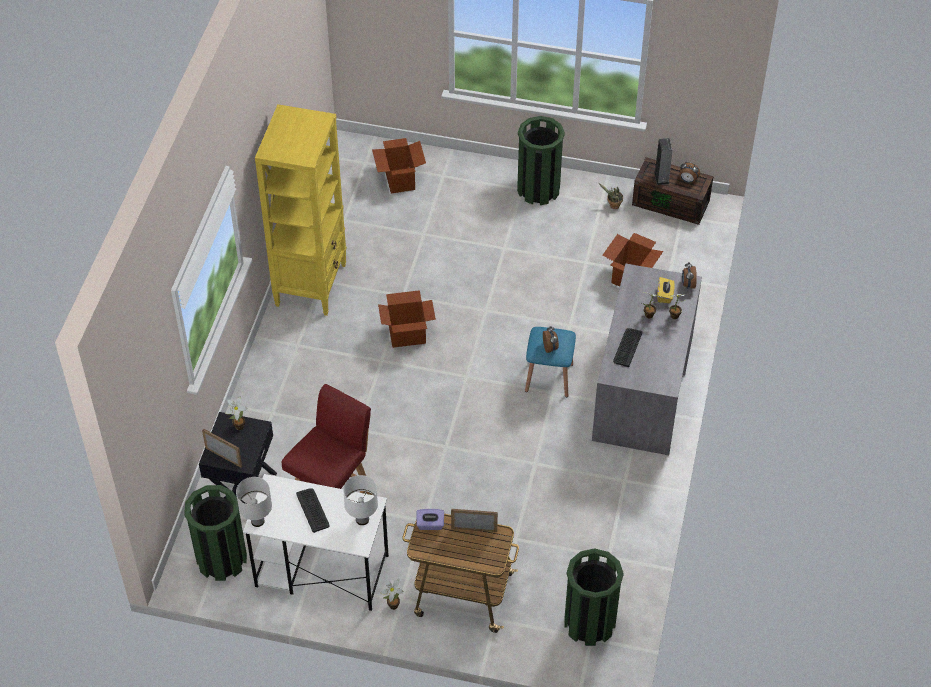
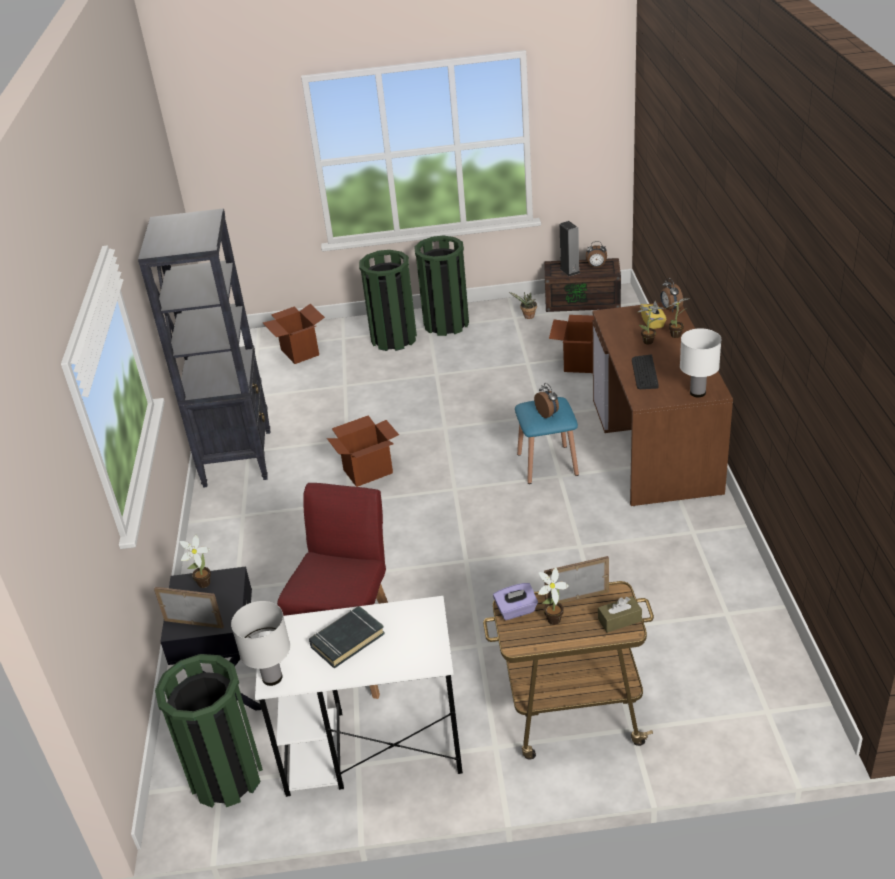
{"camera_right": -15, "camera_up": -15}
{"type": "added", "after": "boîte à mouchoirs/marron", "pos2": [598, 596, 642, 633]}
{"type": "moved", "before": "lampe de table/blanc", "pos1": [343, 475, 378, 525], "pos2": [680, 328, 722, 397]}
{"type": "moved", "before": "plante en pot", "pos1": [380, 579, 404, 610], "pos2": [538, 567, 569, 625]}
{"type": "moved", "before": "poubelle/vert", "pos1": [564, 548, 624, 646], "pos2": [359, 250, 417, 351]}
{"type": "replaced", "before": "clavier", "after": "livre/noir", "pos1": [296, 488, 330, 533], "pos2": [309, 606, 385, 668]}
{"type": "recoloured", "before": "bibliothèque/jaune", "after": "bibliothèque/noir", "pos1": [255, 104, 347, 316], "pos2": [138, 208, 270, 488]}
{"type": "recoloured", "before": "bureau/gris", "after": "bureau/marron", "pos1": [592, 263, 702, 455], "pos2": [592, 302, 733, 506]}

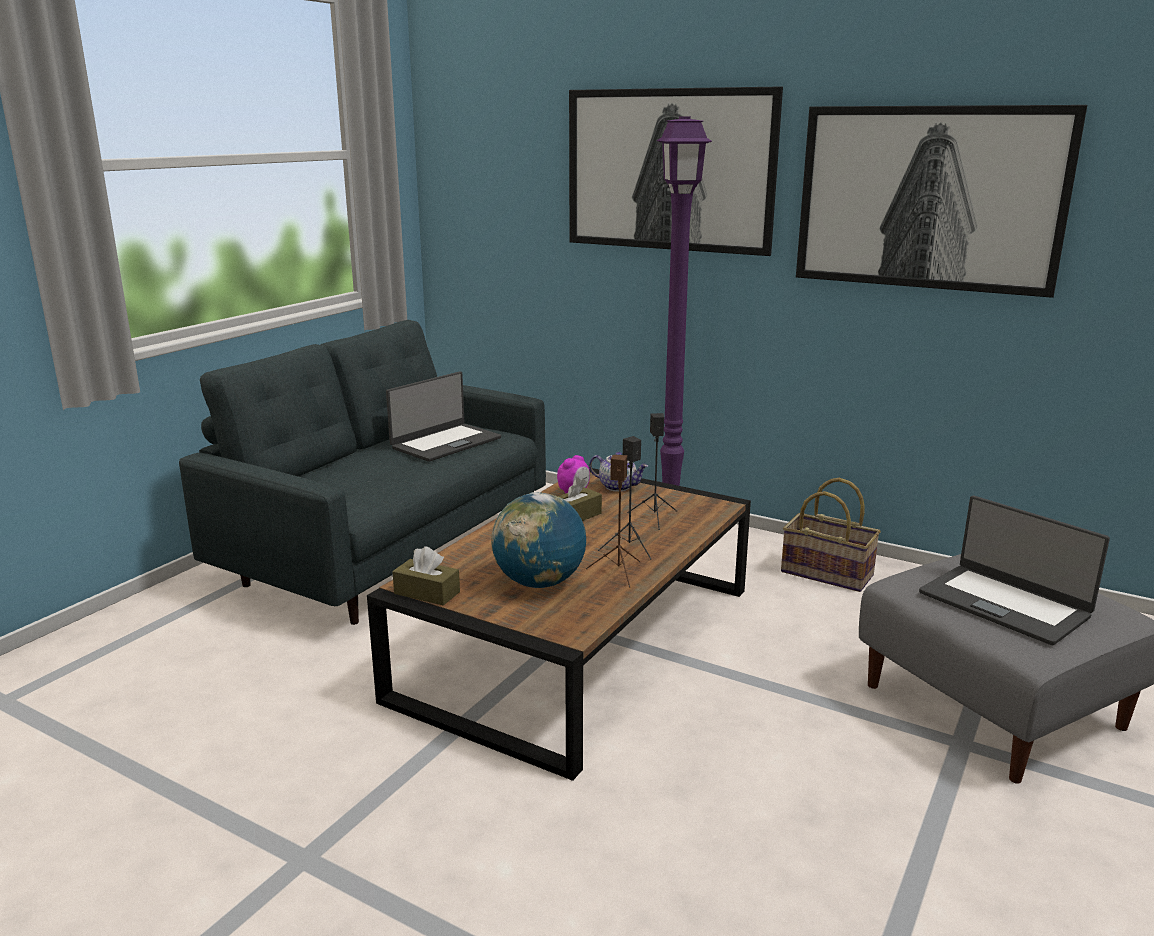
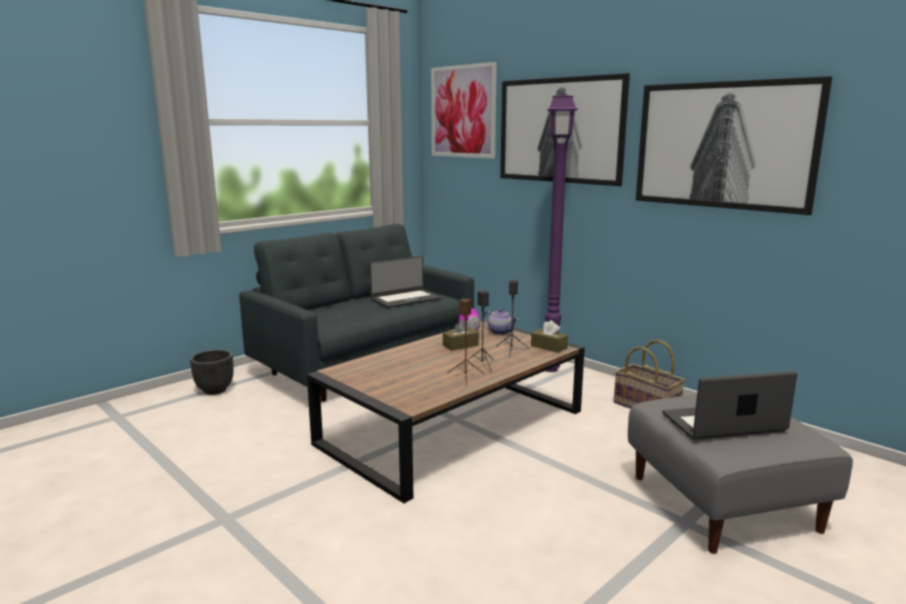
{"camera_right": 15, "camera_up": -5}
{"type": "removed", "before": "globe", "pos1": [491, 492, 586, 588]}
{"type": "added", "after": "cache-pot/noir", "pos2": [190, 350, 234, 395]}
{"type": "added", "after": "tableau", "pos2": [431, 62, 497, 159]}
{"type": "moved", "before": "boîte à mouchoirs/marron", "pos1": [392, 546, 460, 606], "pos2": [531, 320, 568, 353]}
{"type": "turned", "before": "ordinateur portable", "pos1": [919, 496, 1110, 645], "pos2": [663, 371, 797, 439], "turn": 105}

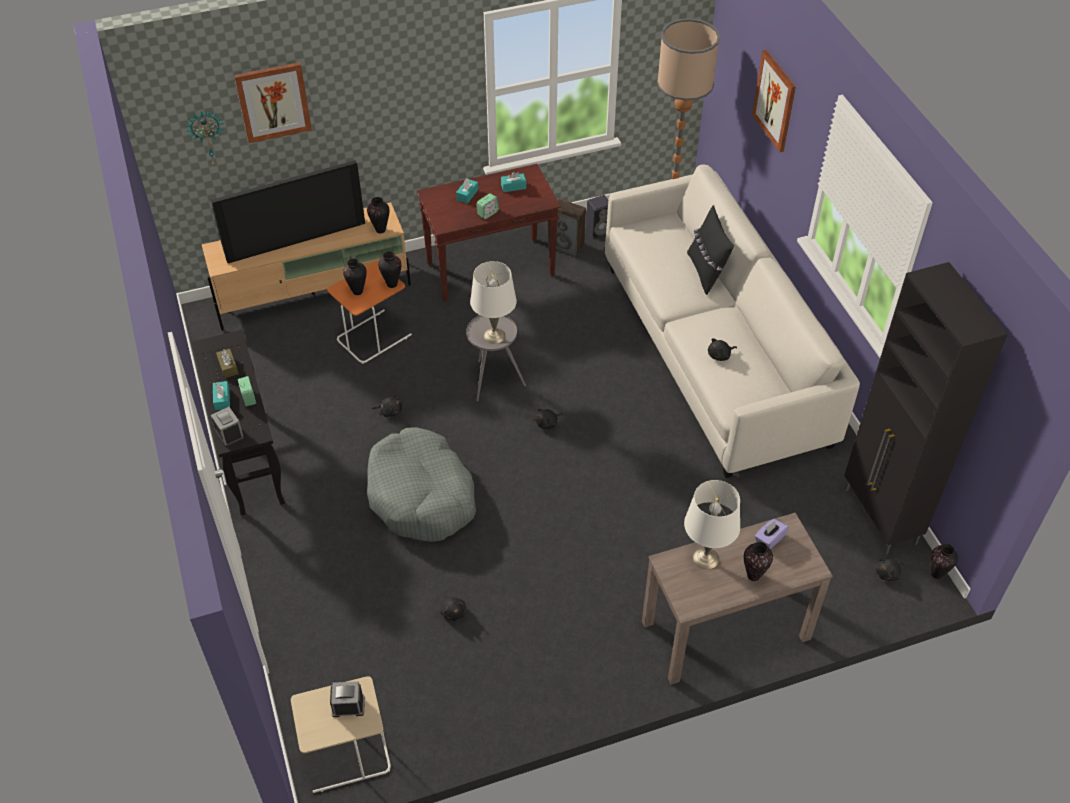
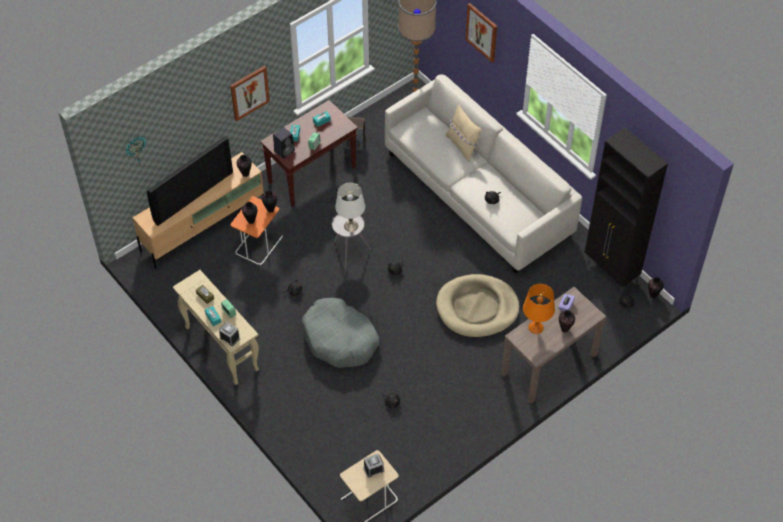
{"camera_right": -20, "camera_up": 5}
{"type": "added", "after": "panier pour chien/beige", "pos2": [436, 274, 519, 337]}
{"type": "moved", "before": "tableau", "pos1": [234, 62, 312, 143], "pos2": [230, 66, 270, 121]}
{"type": "moved", "before": "enceinte/noir", "pos1": [586, 195, 608, 238], "pos2": [273, 127, 295, 159]}
{"type": "recoloured", "before": "table console/noir", "after": "table console/beige", "pos1": [192, 330, 285, 515], "pos2": [173, 270, 259, 385]}
{"type": "recoloured", "before": "lampe de table/blanc", "after": "lampe de table/orange", "pos1": [684, 480, 740, 570], "pos2": [523, 284, 555, 334]}
{"type": "recoloured", "before": "coussin/noir", "after": "coussin/beige", "pos1": [687, 205, 734, 295], "pos2": [445, 104, 482, 162]}

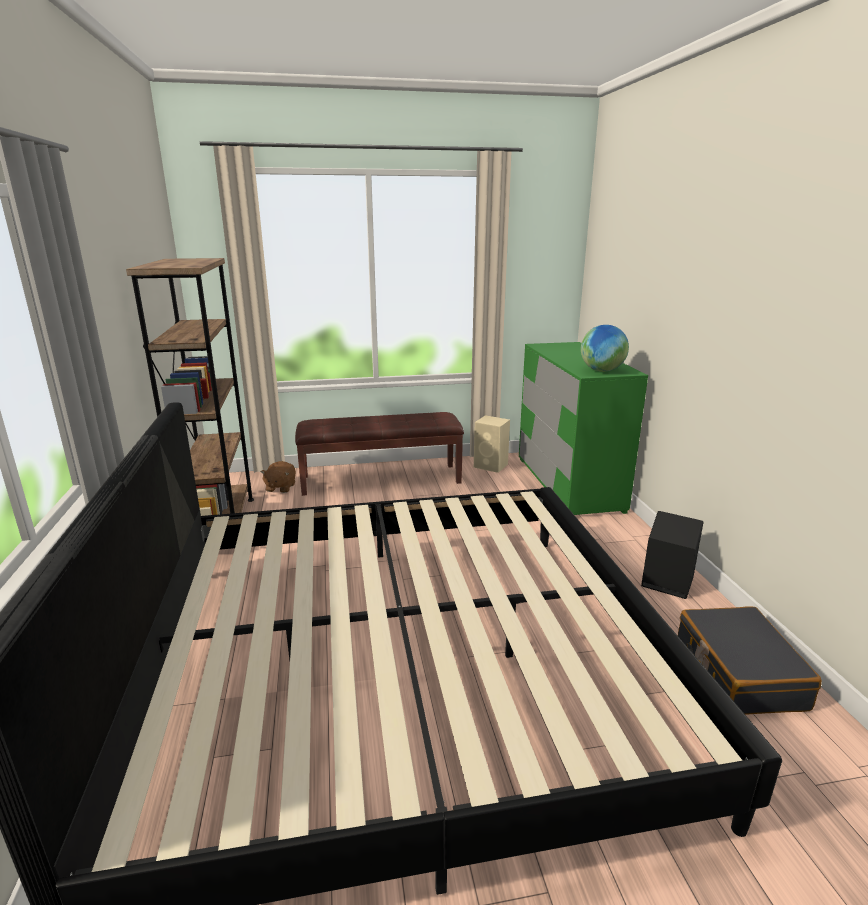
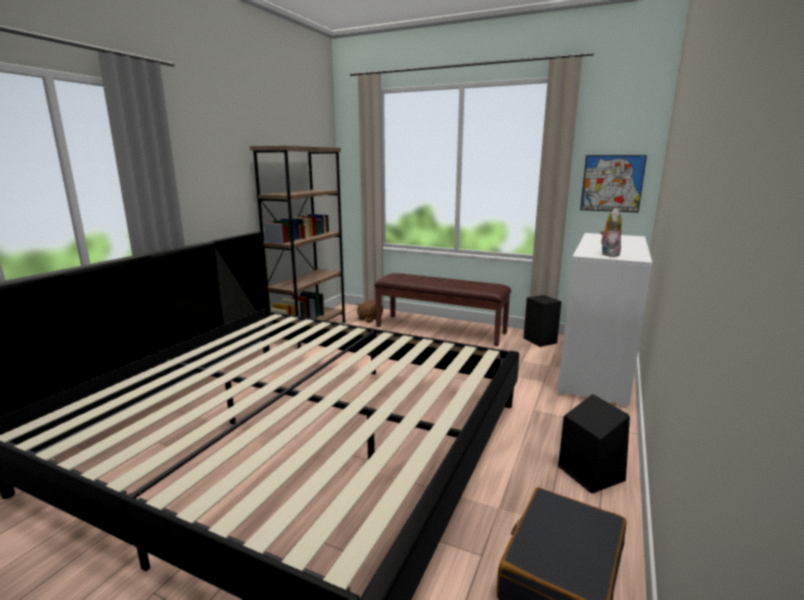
{"camera_right": 35, "camera_up": -5}
{"type": "added", "after": "tableau", "pos2": [580, 155, 647, 213]}
{"type": "replaced", "before": "globe", "after": "peluche", "pos1": [581, 325, 629, 372], "pos2": [600, 208, 622, 257]}
{"type": "recoloured", "before": "enceinte/beige", "after": "enceinte/noir", "pos1": [474, 415, 510, 473], "pos2": [523, 295, 562, 347]}
{"type": "recoloured", "before": "commode/vert", "after": "commode/blanc", "pos1": [519, 342, 648, 515], "pos2": [558, 233, 652, 408]}

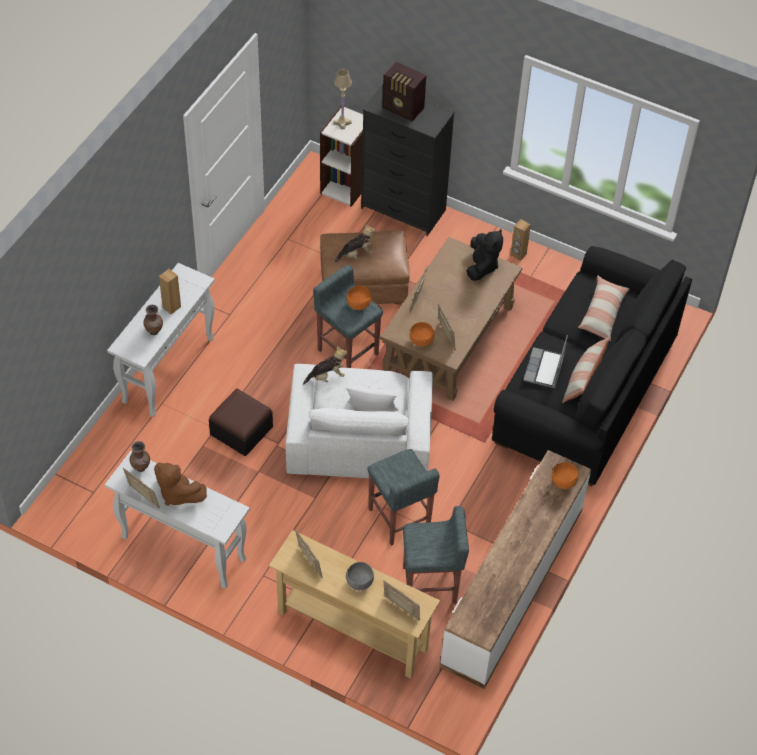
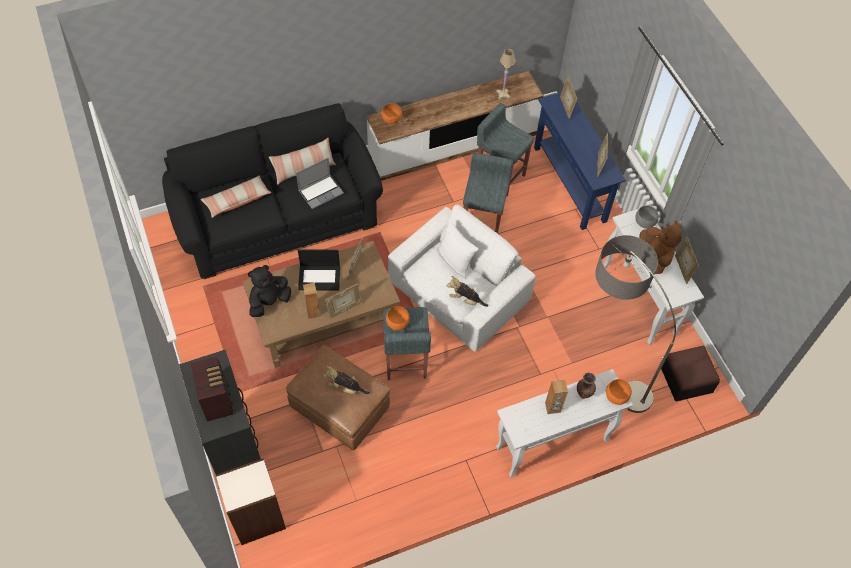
{"camera_right": -140, "camera_up": 5}
{"type": "removed", "before": "vase/marron", "pos1": [129, 441, 150, 472]}
{"type": "added", "after": "ordinateur portable", "pos2": [298, 249, 340, 290]}
{"type": "added", "after": "lampadaire", "pos2": [595, 235, 676, 413]}
{"type": "moved", "before": "pouf", "pos1": [209, 389, 273, 456], "pos2": [661, 346, 720, 402]}
{"type": "moved", "before": "lampe de table/beige", "pos1": [333, 69, 352, 129], "pos2": [496, 49, 515, 100]}
{"type": "moved", "before": "bol/gris", "pos1": [346, 562, 374, 590], "pos2": [635, 206, 659, 228]}
{"type": "moved", "before": "bol/orange", "pos1": [410, 322, 435, 347], "pos2": [606, 379, 632, 405]}
{"type": "moved", "before": "enceinte/marron", "pos1": [510, 219, 531, 261], "pos2": [303, 283, 320, 318]}
{"type": "recoloured", "before": "table console/beige", "after": "table console/bleu", "pos1": [269, 530, 440, 678], "pos2": [534, 92, 626, 230]}

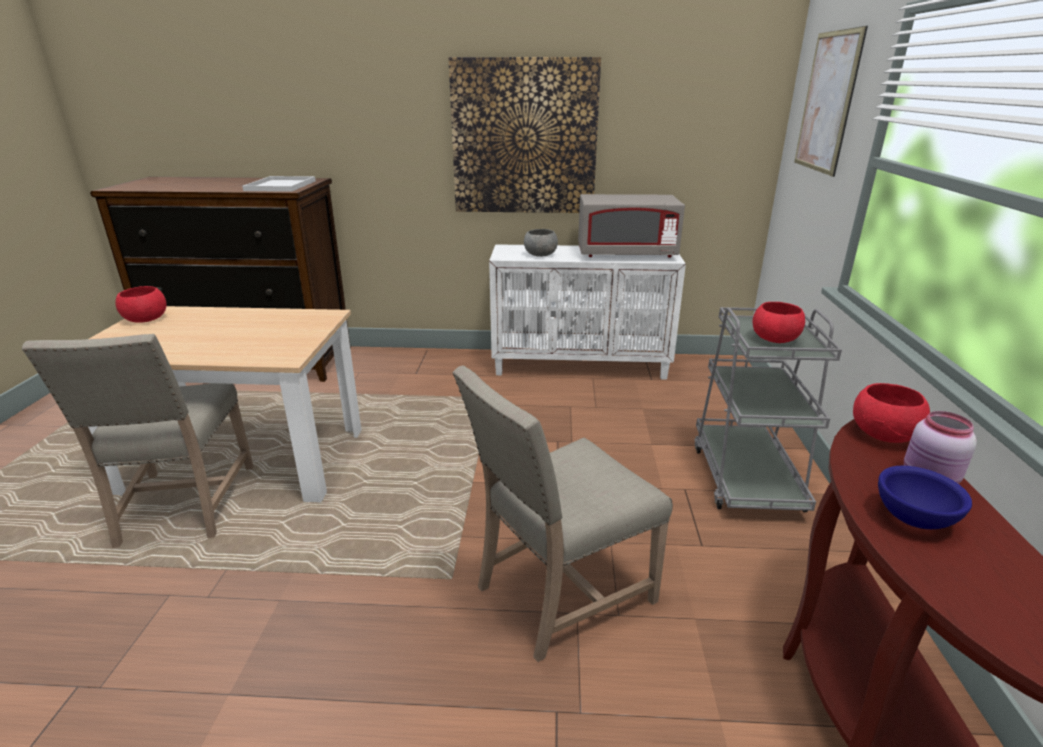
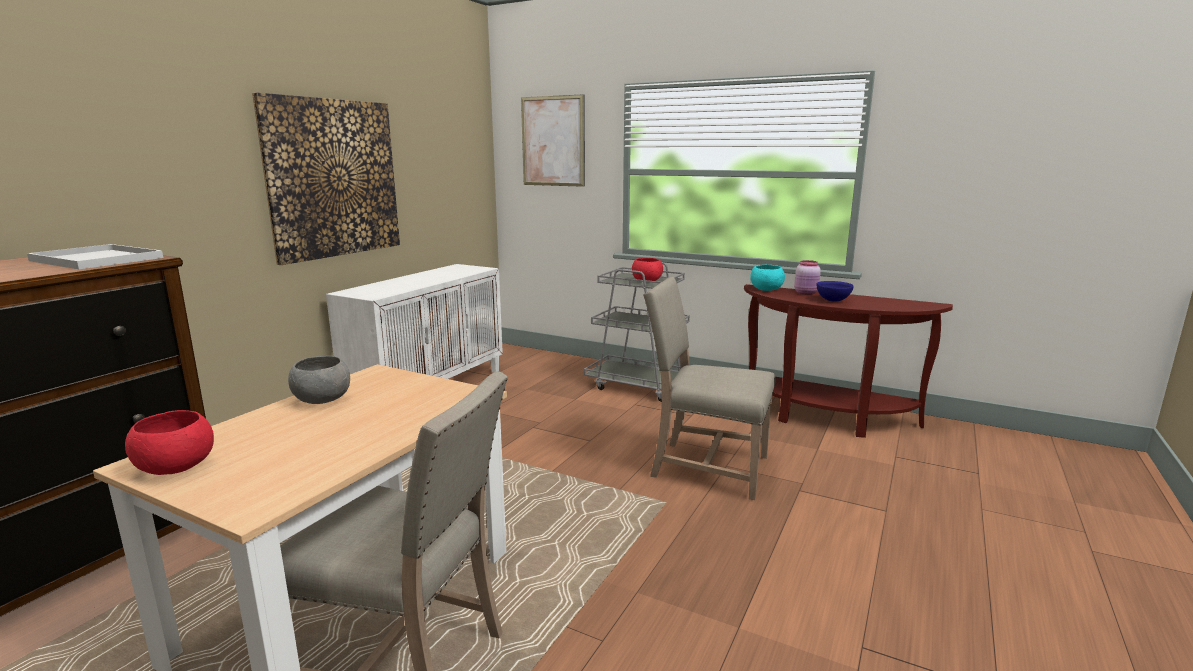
{"camera_right": -65, "camera_up": -10}
{"type": "removed", "before": "micro-ondes/gris", "pos1": [578, 194, 685, 258]}
{"type": "moved", "before": "bol/gris", "pos1": [524, 229, 558, 257], "pos2": [288, 356, 350, 404]}
{"type": "recoloured", "before": "bol/rouge", "after": "bol/turquoise", "pos1": [853, 383, 930, 443], "pos2": [750, 265, 785, 291]}
{"type": "turned", "before": "chaise/beige", "pos1": [452, 365, 673, 662], "pos2": [643, 277, 776, 500], "turn": 120}

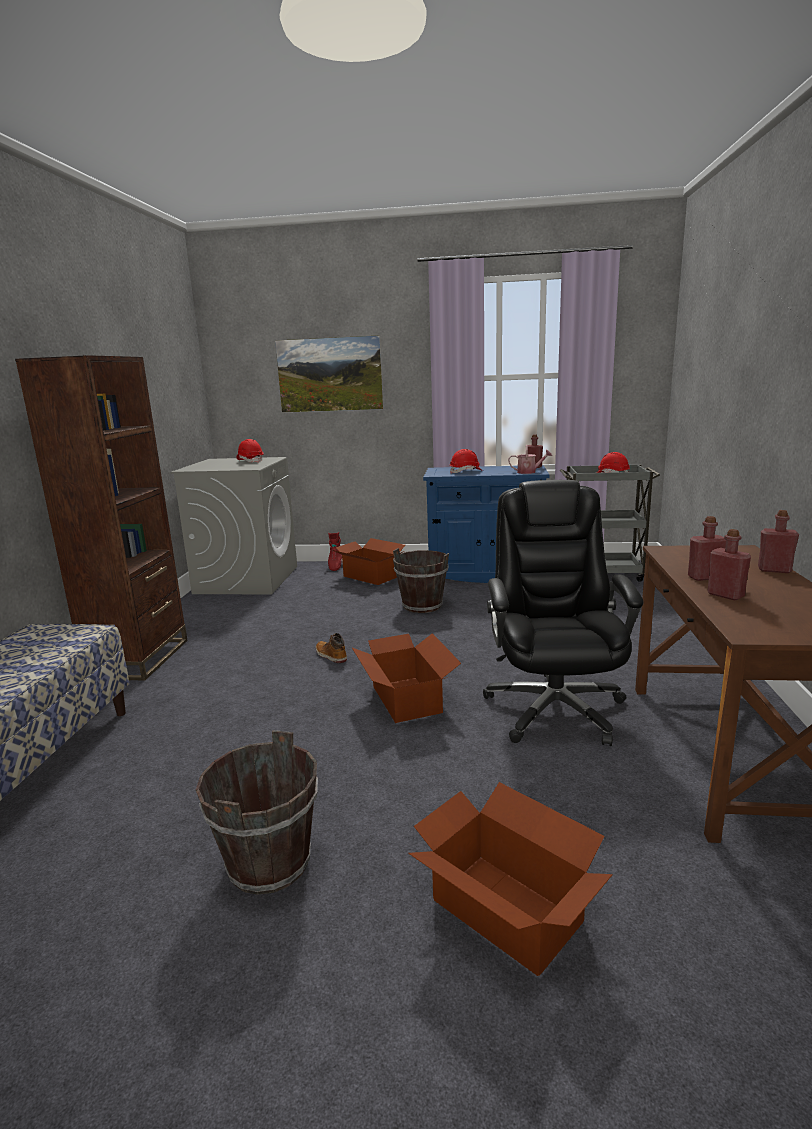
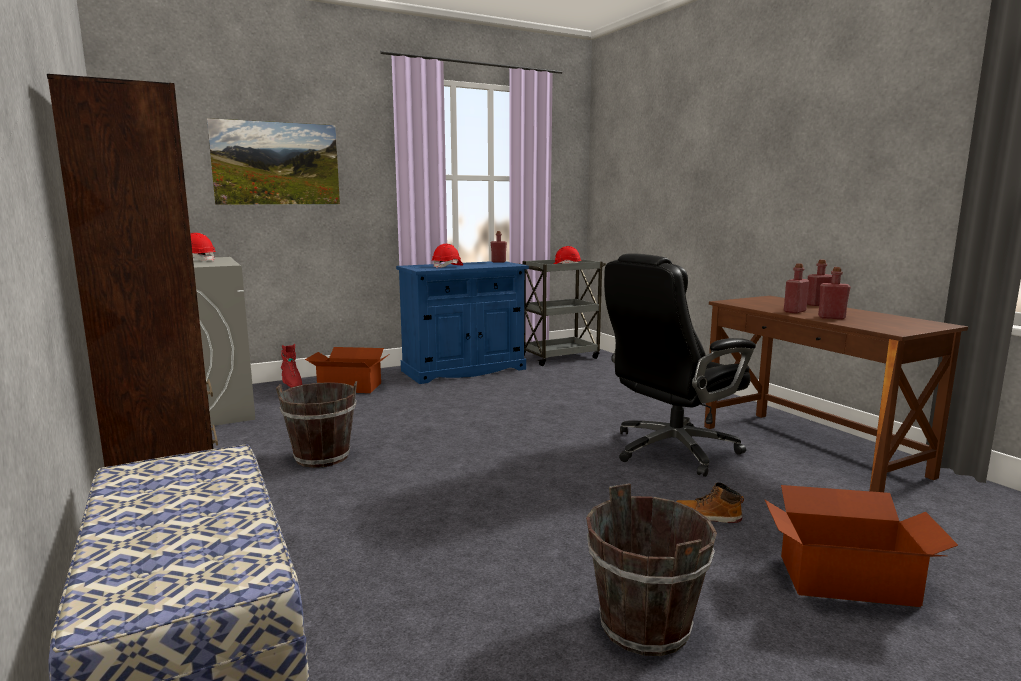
{"camera_right": -35, "camera_up": -5}
{"type": "removed", "before": "carton", "pos1": [352, 633, 461, 723]}
{"type": "removed", "before": "arrosoir", "pos1": [508, 445, 552, 474]}
{"type": "moved", "before": "botte", "pos1": [316, 633, 347, 663], "pos2": [676, 483, 744, 523]}
{"type": "moved", "before": "seau/marron", "pos1": [393, 548, 449, 613], "pos2": [276, 381, 357, 468]}
{"type": "turned", "before": "chaise de bureau/noir", "pos1": [483, 480, 643, 746], "pos2": [604, 253, 756, 477], "turn": -90}

